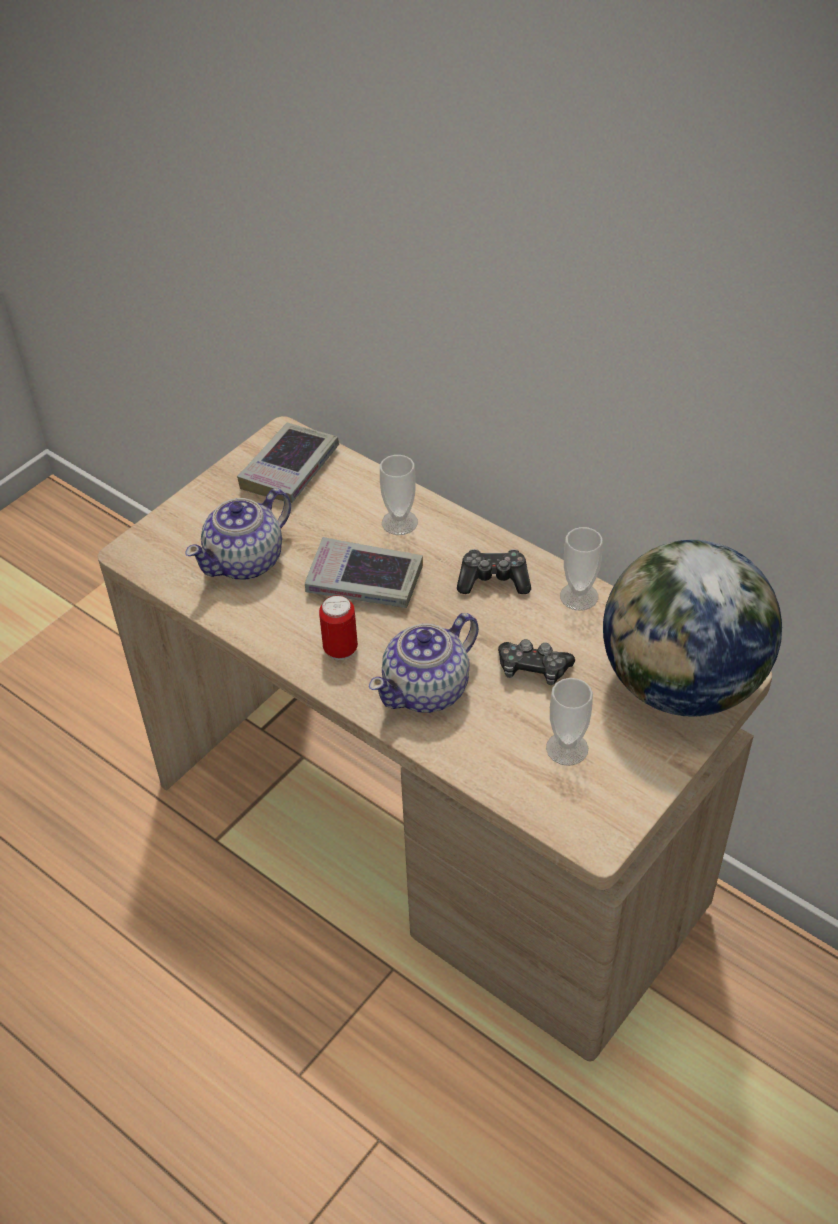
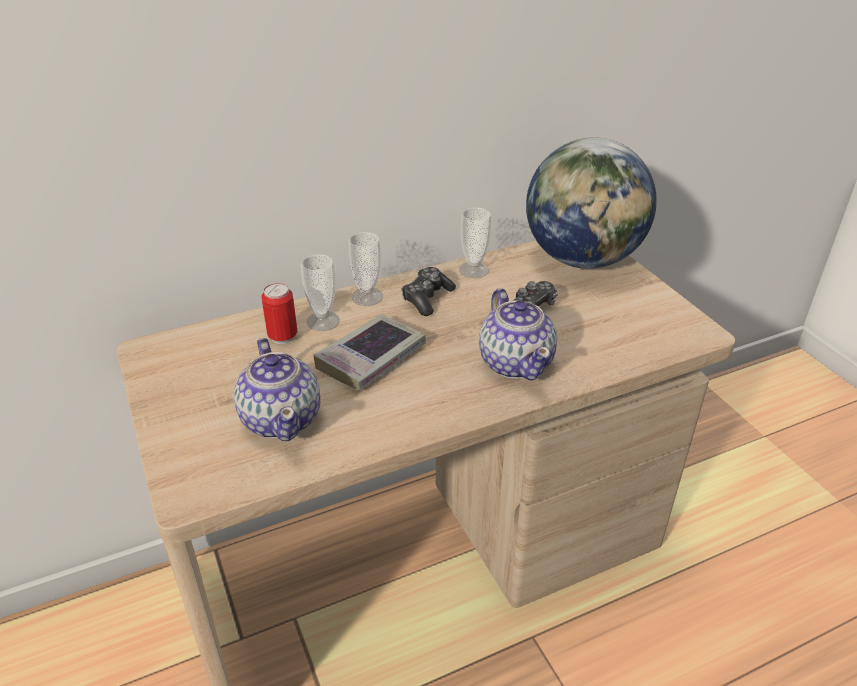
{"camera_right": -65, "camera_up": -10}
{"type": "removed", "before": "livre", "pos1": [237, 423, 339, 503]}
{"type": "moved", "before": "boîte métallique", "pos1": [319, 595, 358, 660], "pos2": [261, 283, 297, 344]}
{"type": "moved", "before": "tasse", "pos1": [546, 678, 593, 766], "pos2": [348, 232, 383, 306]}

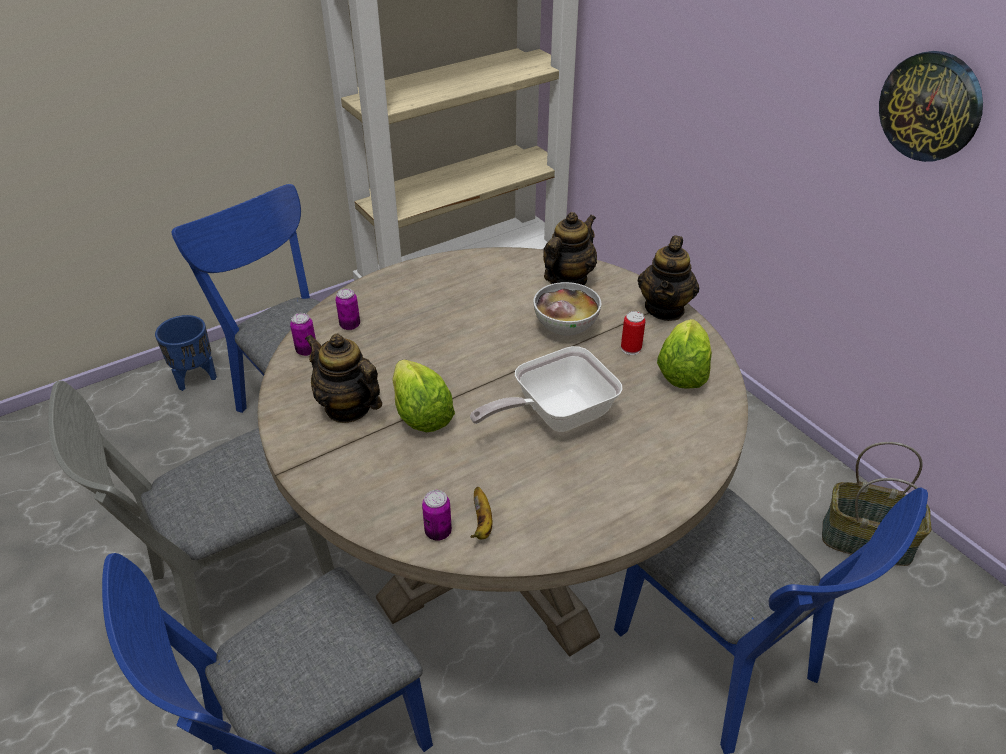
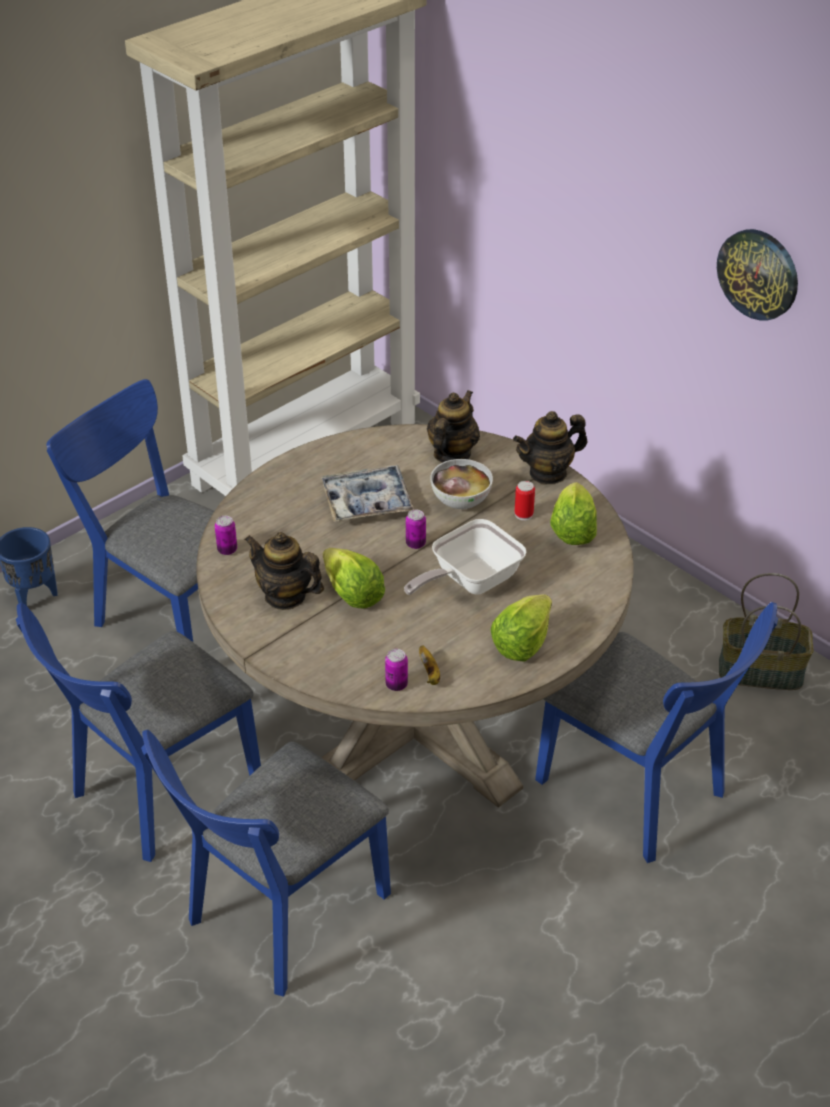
{"camera_right": -10, "camera_up": 0}
{"type": "added", "after": "plateau", "pos2": [321, 465, 414, 522]}
{"type": "added", "after": "laitue", "pos2": [491, 594, 552, 662]}
{"type": "moved", "before": "boîte métallique", "pos1": [335, 288, 360, 330], "pos2": [406, 510, 426, 549]}
{"type": "recoloured", "before": "chaise/gris", "after": "chaise/bleu", "pos1": [48, 381, 334, 642], "pos2": [16, 603, 261, 862]}
{"type": "turned", "before": "théière", "pos1": [638, 235, 700, 321], "pos2": [513, 411, 587, 484], "turn": 60}

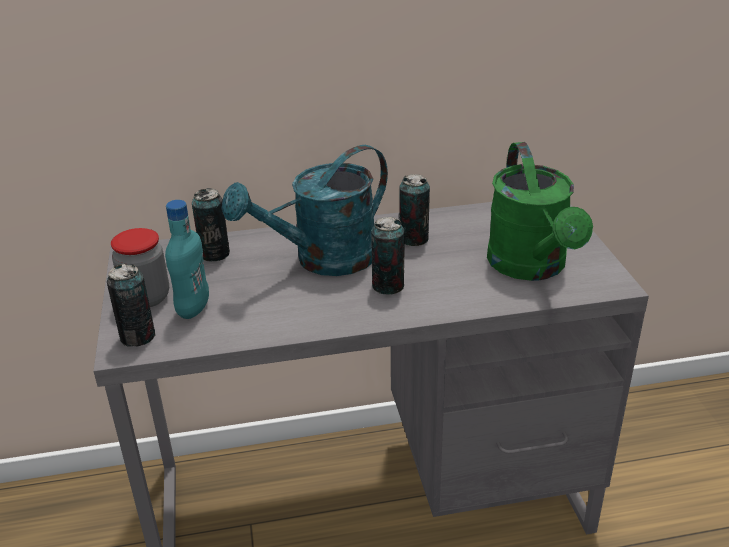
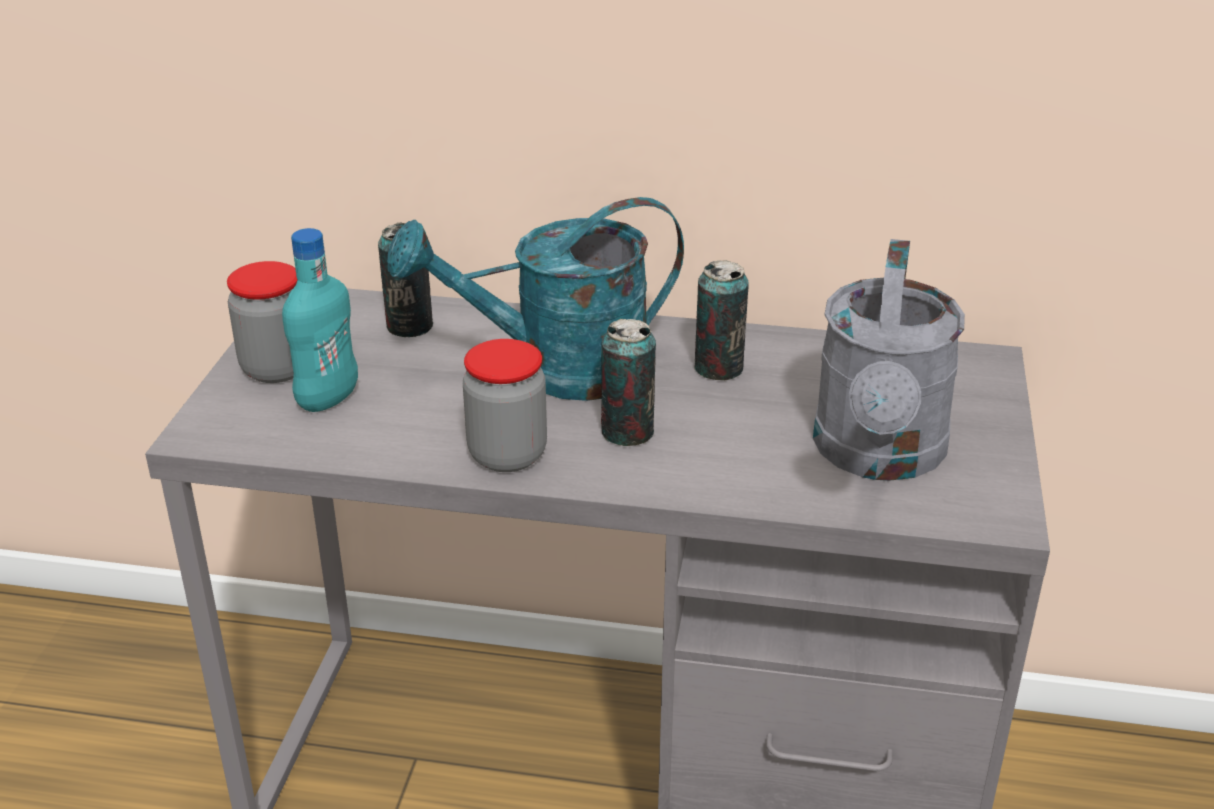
{"camera_right": 20, "camera_up": 0}
{"type": "removed", "before": "boîte métallique", "pos1": [107, 263, 156, 347]}
{"type": "added", "after": "bocal", "pos2": [463, 339, 547, 472]}
{"type": "recoloured", "before": "arrosoir/vert", "after": "arrosoir/gris", "pos1": [487, 142, 593, 281], "pos2": [813, 239, 965, 481]}

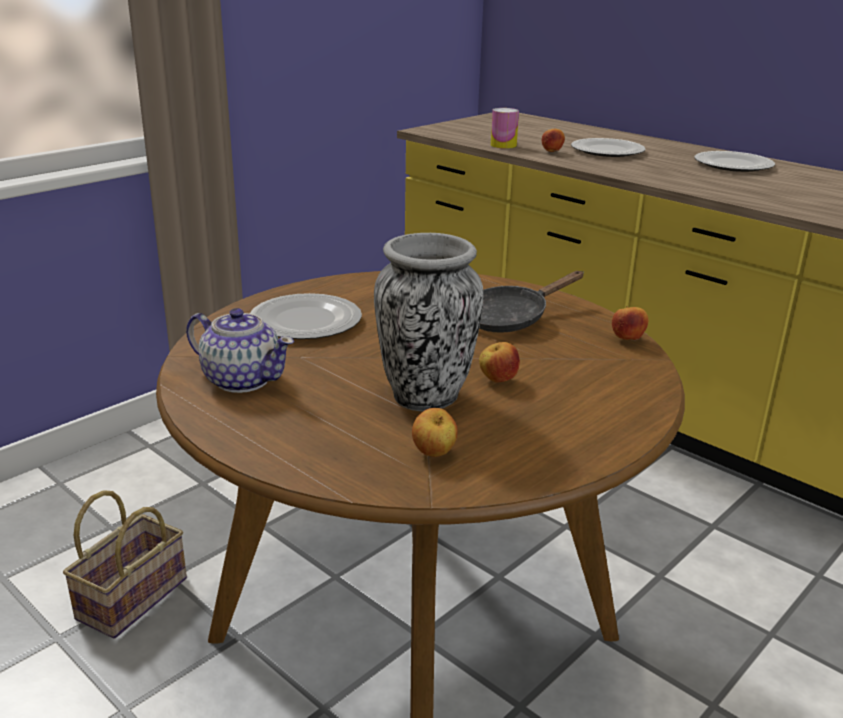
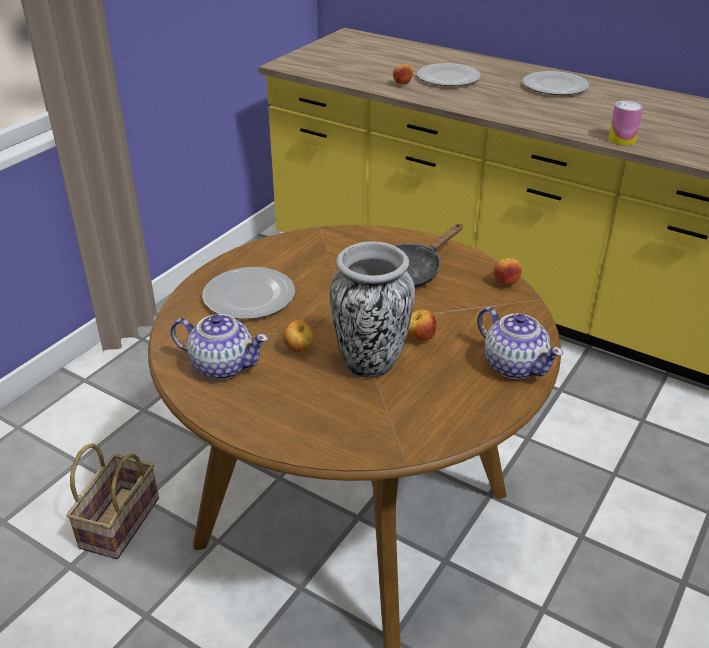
{"camera_right": -10, "camera_up": 10}
{"type": "added", "after": "théière", "pos2": [477, 307, 563, 379]}
{"type": "moved", "before": "pomme", "pos1": [412, 408, 458, 457], "pos2": [284, 320, 314, 353]}
{"type": "moved", "before": "boîte métallique", "pos1": [491, 108, 519, 149], "pos2": [608, 101, 643, 146]}

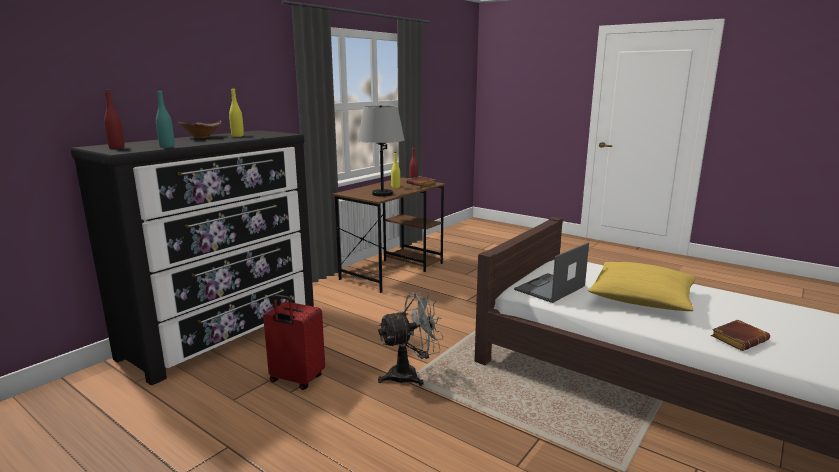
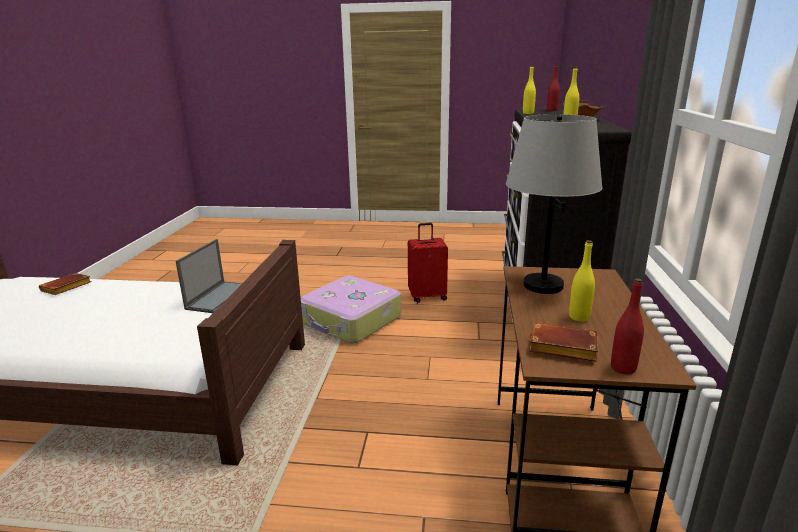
{"camera_right": 150, "camera_up": 5}
{"type": "removed", "before": "coussin/jaune", "pos1": [589, 262, 696, 311]}
{"type": "replaced", "before": "ventilateur/gris", "after": "valise", "pos1": [378, 291, 443, 386], "pos2": [301, 276, 401, 344]}
{"type": "recoloured", "before": "bouteille/turquoise", "after": "bouteille/jaune", "pos1": [156, 89, 175, 148], "pos2": [523, 66, 536, 114]}

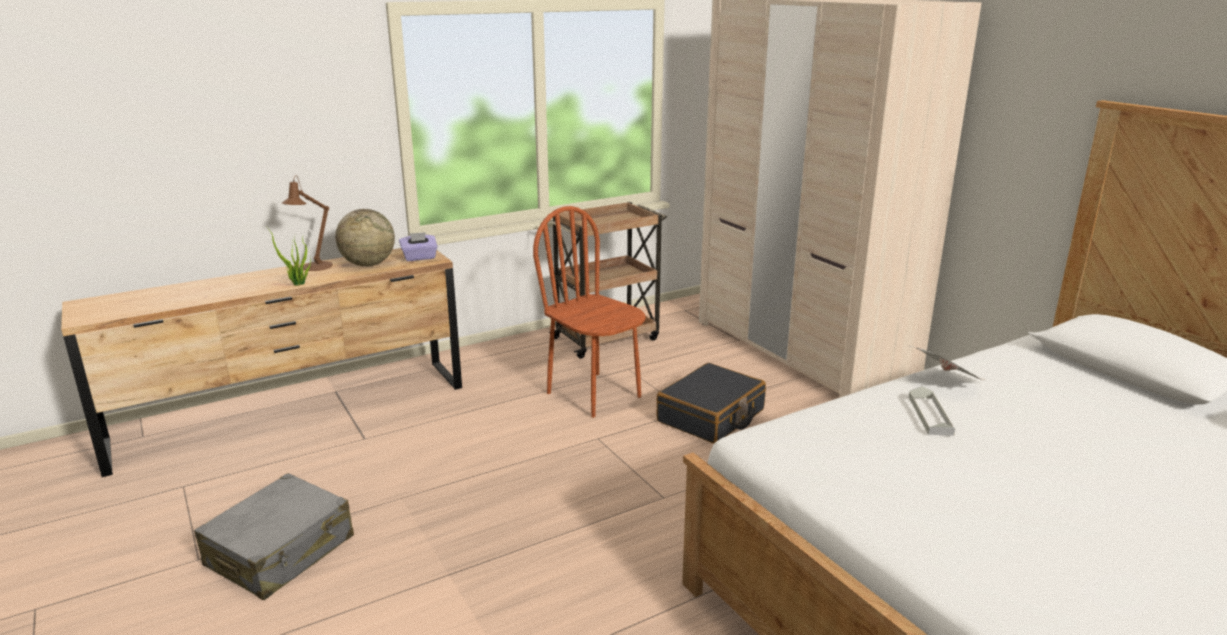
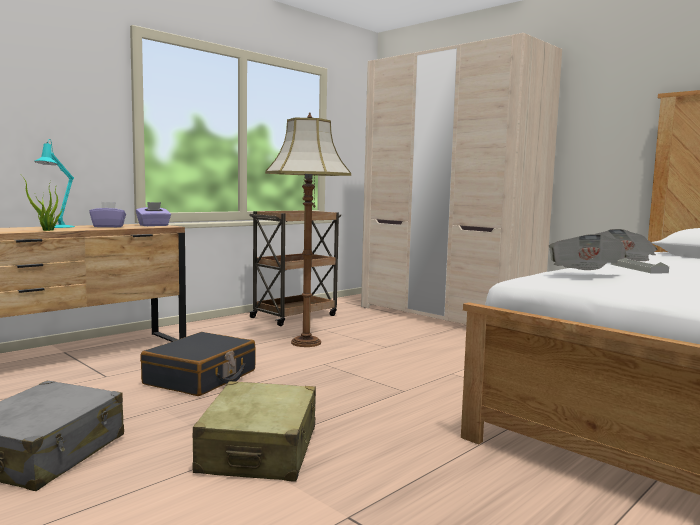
{"camera_right": -15, "camera_up": -15}
{"type": "added", "after": "valise/beige", "pos2": [193, 381, 316, 482]}
{"type": "added", "after": "journal", "pos2": [549, 234, 627, 270]}
{"type": "moved", "before": "valise/noir", "pos1": [656, 363, 766, 444], "pos2": [140, 332, 256, 396]}
{"type": "replaced", "before": "globe", "after": "boîte à mouchoirs/violet", "pos1": [335, 209, 395, 266], "pos2": [89, 202, 126, 227]}
{"type": "replaced", "before": "chaise/marron", "after": "lampadaire", "pos1": [533, 206, 646, 418], "pos2": [265, 112, 351, 347]}
{"type": "recoloured", "before": "lampe de table/marron", "after": "lampe de table/turquoise", "pos1": [282, 175, 333, 271], "pos2": [34, 139, 75, 228]}

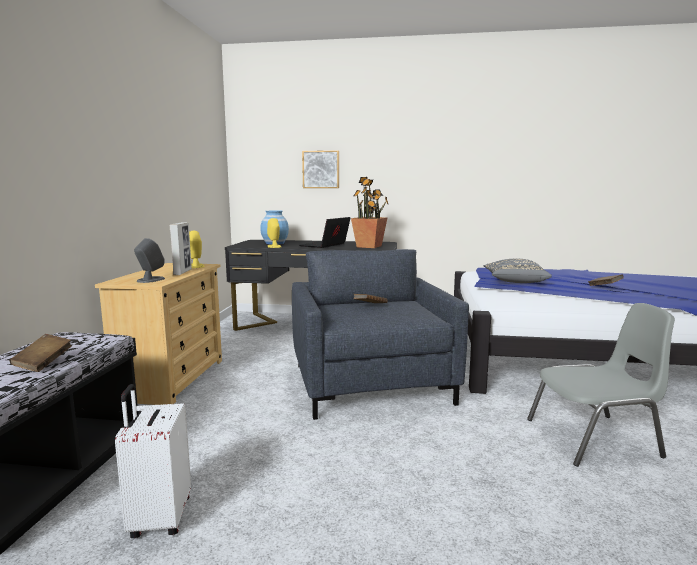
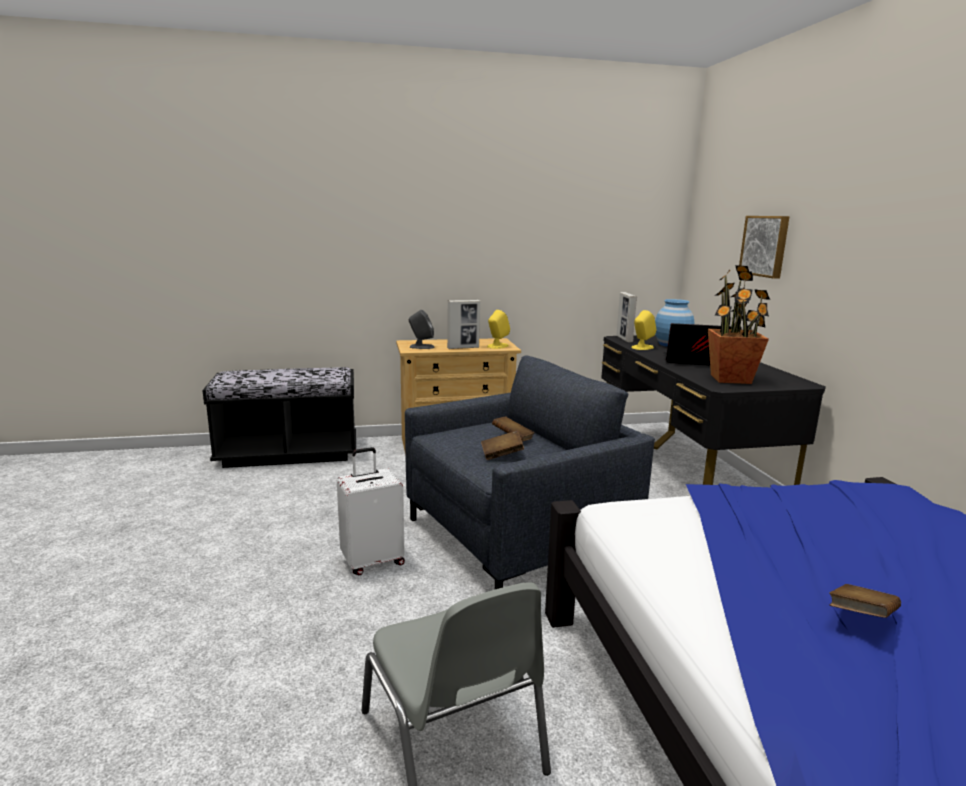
{"camera_right": 70, "camera_up": 5}
{"type": "removed", "before": "coussin/gris", "pos1": [484, 259, 552, 283]}
{"type": "added", "after": "cadre photo", "pos2": [616, 292, 637, 342]}
{"type": "moved", "before": "livre/marron", "pos1": [10, 334, 72, 372], "pos2": [481, 430, 524, 460]}
{"type": "moved", "before": "valise/blanc", "pos1": [115, 384, 191, 538], "pos2": [337, 447, 405, 575]}

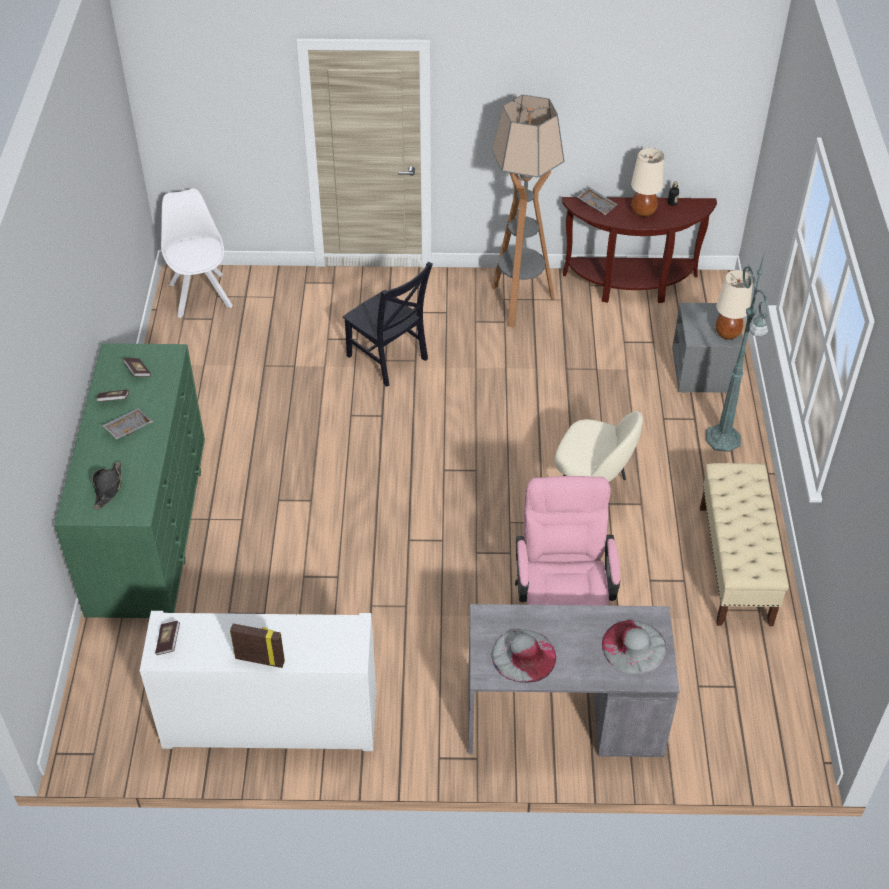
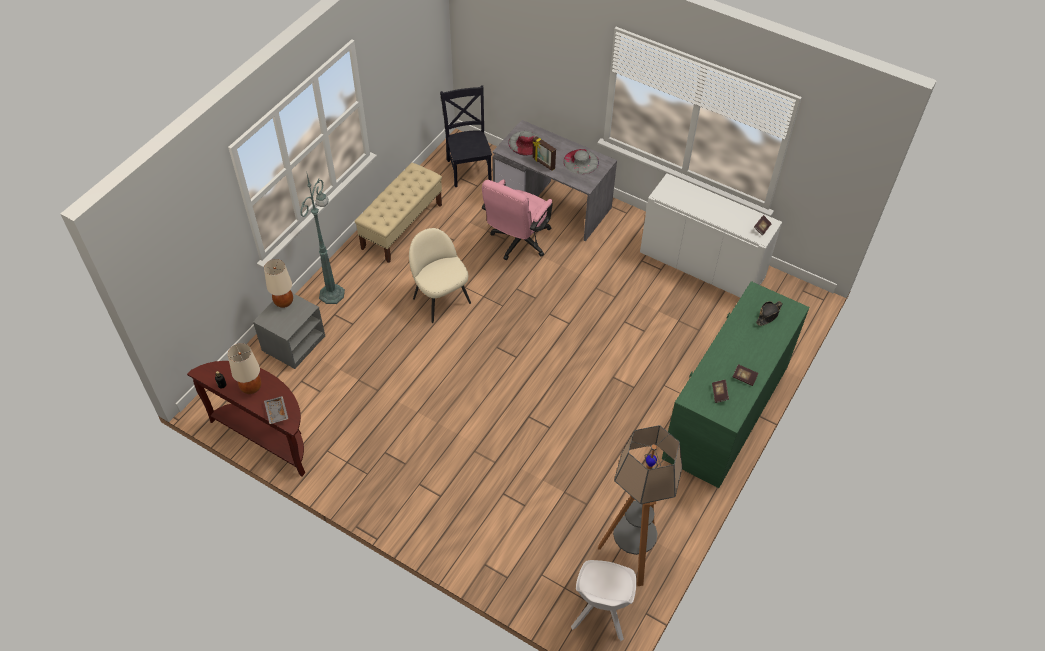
{"camera_right": -150, "camera_up": 5}
{"type": "removed", "before": "plateau/gris", "pos1": [102, 408, 153, 439]}
{"type": "moved", "before": "cadre photo", "pos1": [230, 623, 285, 668], "pos2": [533, 136, 556, 171]}
{"type": "moved", "before": "chaise/noir", "pos1": [343, 262, 433, 387], "pos2": [440, 86, 492, 187]}
{"type": "moved", "before": "lampadaire", "pos1": [492, 95, 564, 328], "pos2": [598, 425, 682, 586]}

